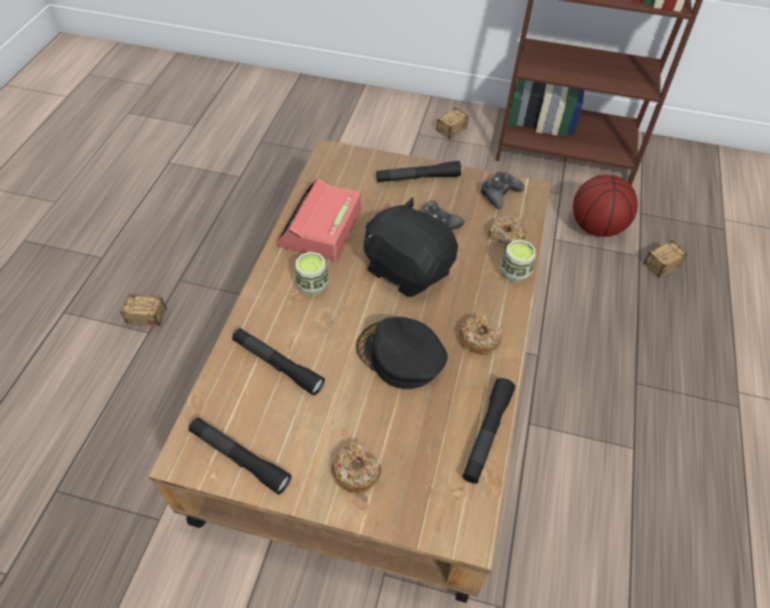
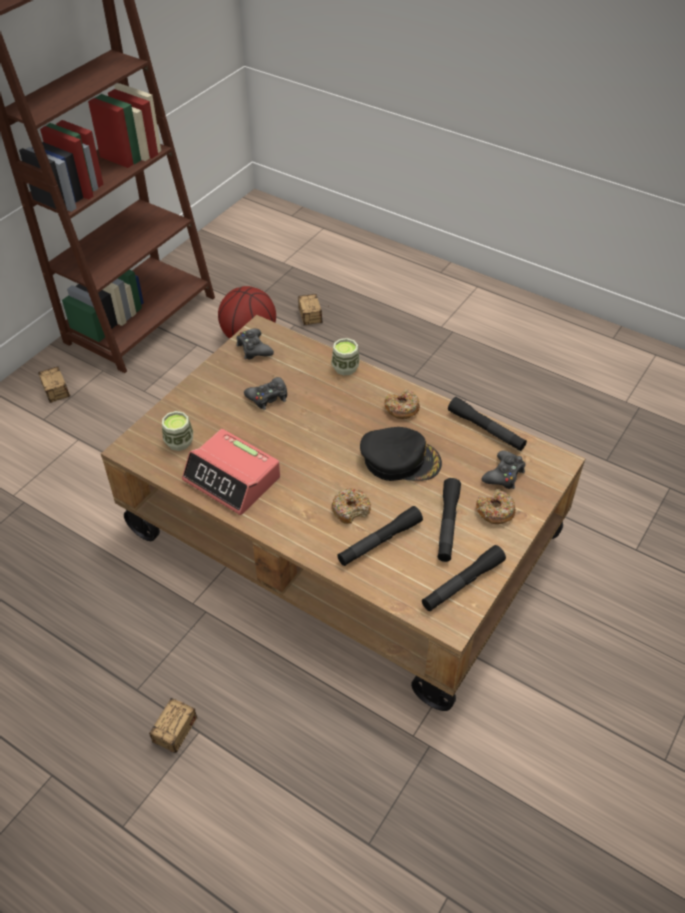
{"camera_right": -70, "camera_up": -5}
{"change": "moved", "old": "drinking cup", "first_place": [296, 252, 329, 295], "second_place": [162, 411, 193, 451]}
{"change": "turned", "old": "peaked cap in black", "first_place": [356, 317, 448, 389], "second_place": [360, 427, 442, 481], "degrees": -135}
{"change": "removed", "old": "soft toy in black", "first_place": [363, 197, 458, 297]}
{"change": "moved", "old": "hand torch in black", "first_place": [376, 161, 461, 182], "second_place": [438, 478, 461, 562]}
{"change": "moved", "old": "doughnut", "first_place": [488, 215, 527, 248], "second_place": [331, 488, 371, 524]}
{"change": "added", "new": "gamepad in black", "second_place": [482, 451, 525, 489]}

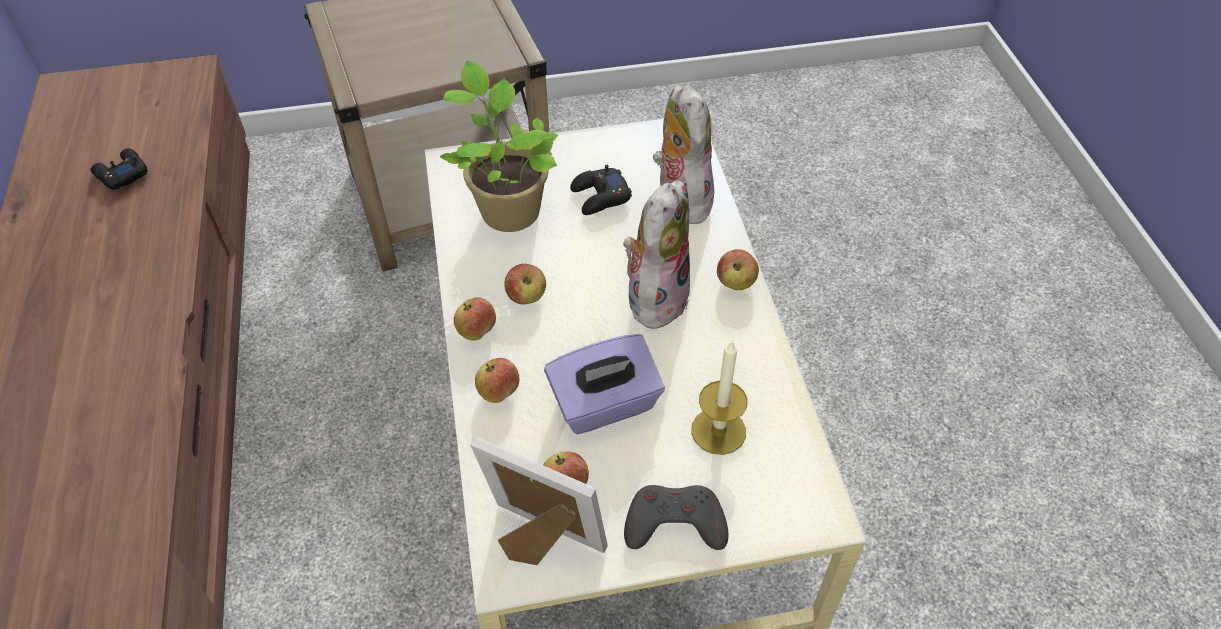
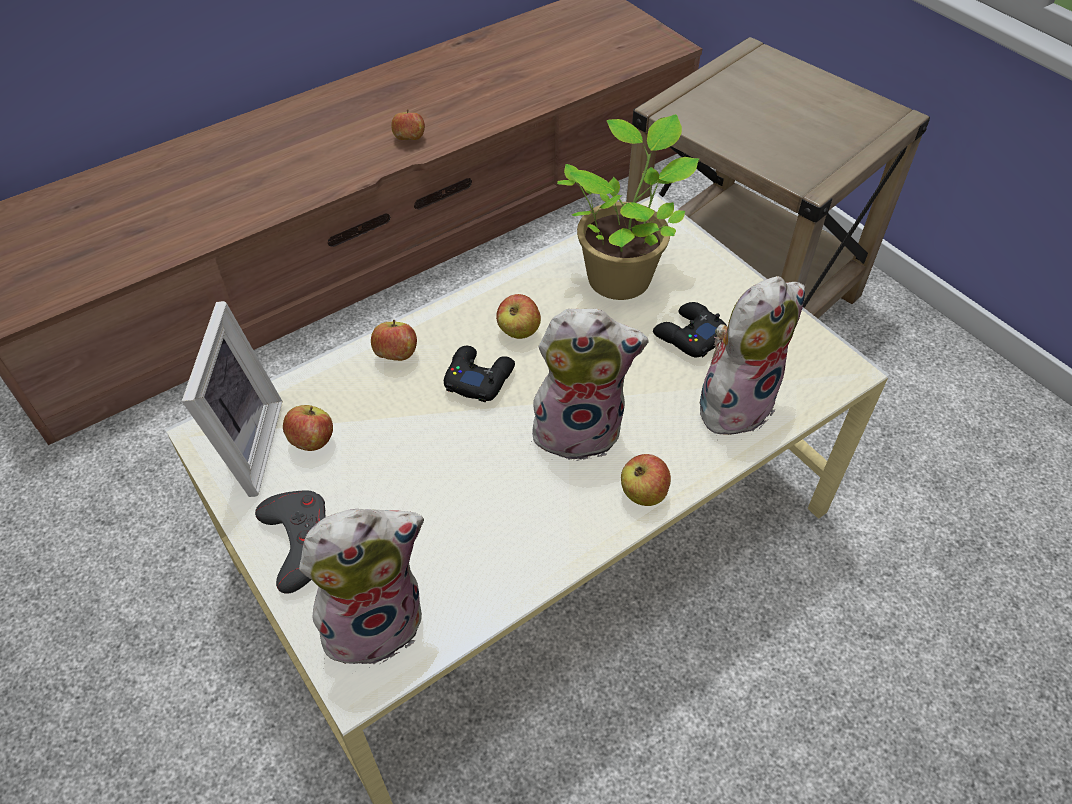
{"camera_right": 65, "camera_up": 0}
{"change": "moved", "old": "gamepad in black", "first_place": [91, 148, 147, 190], "second_place": [444, 346, 515, 402]}
{"change": "moved", "old": "apple fruit", "first_place": [454, 297, 496, 341], "second_place": [391, 109, 425, 140]}
{"change": "removed", "old": "tissue box in purplish", "first_place": [544, 334, 665, 434]}
{"change": "removed", "old": "candle", "first_place": [691, 339, 748, 455]}
{"change": "added", "new": "soft toy", "second_place": [299, 509, 424, 672]}

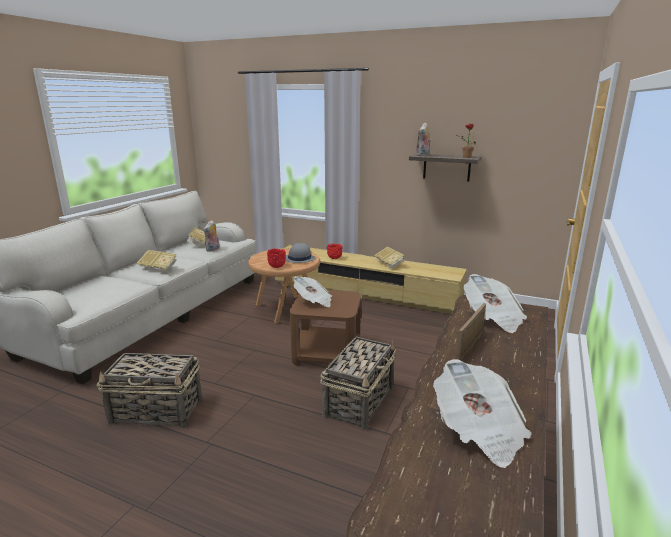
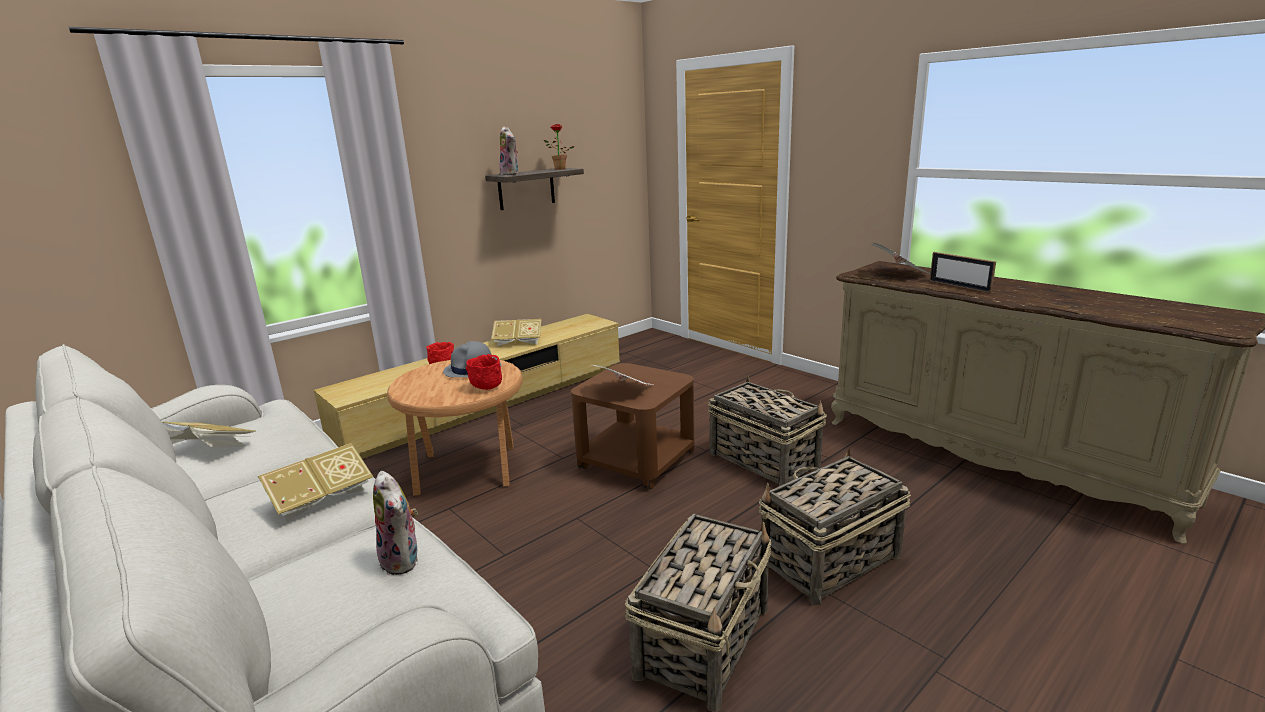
{"camera_right": -65, "camera_up": 0}
{"change": "moved", "old": "soft toy", "first_place": [203, 220, 220, 252], "second_place": [373, 471, 418, 575]}
{"change": "removed", "old": "printed paper", "first_place": [433, 359, 532, 468]}
{"change": "added", "new": "storage basket", "second_place": [759, 449, 911, 605]}

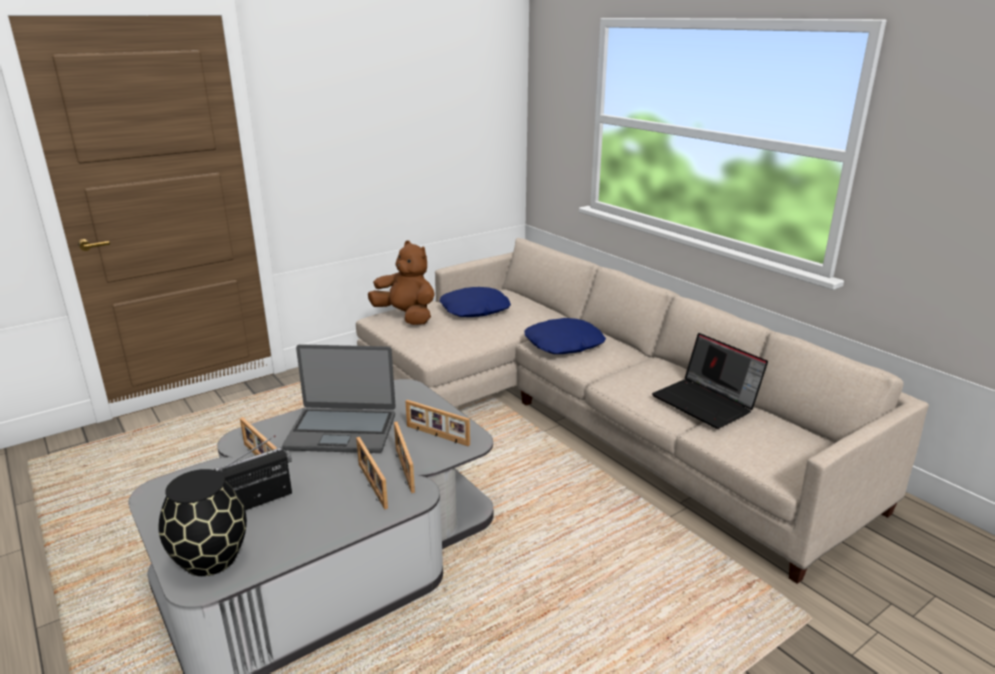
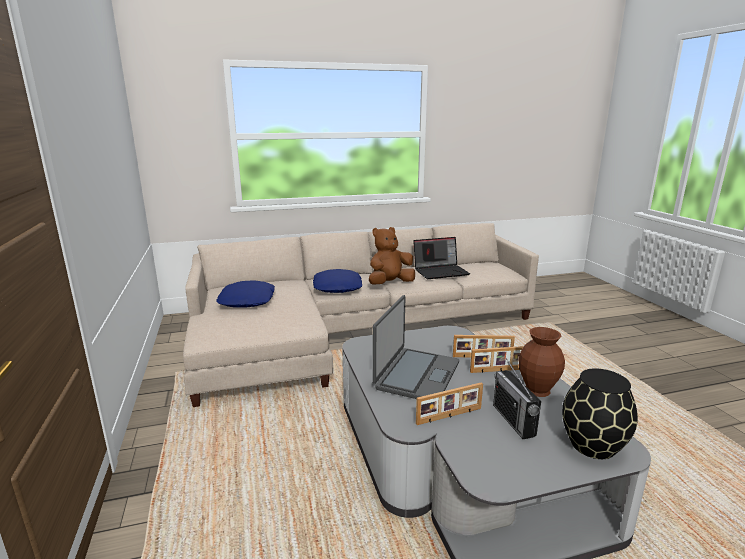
{"camera_right": -70, "camera_up": -5}
{"change": "moved", "old": "soft toy in brown", "first_place": [368, 240, 435, 325], "second_place": [369, 227, 415, 285]}
{"change": "removed", "old": "standing frame", "first_place": [406, 400, 470, 447]}
{"change": "added", "new": "decorative vase in brown", "second_place": [519, 327, 565, 397]}

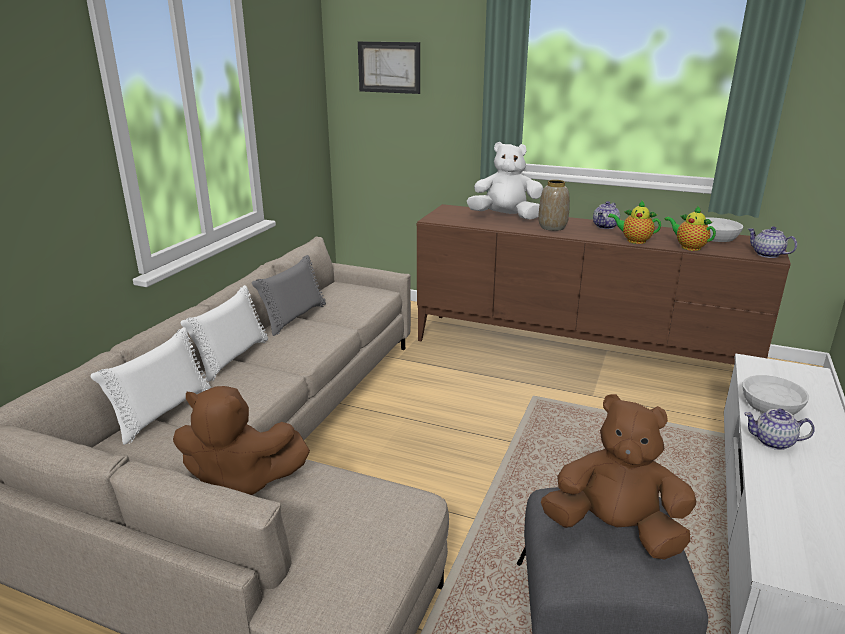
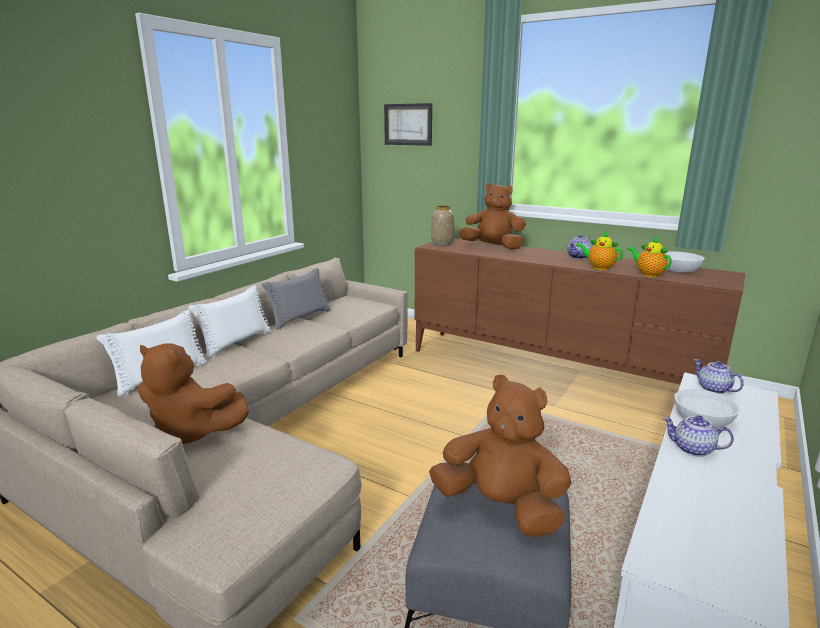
{"camera_right": 10, "camera_up": -5}
{"change": "recoloured", "old": "soft toy in white", "new": "soft toy in brown", "first_place": [467, 142, 543, 220], "second_place": [459, 183, 526, 250]}
{"change": "moved", "old": "decorative vase", "first_place": [538, 180, 570, 231], "second_place": [431, 205, 454, 245]}
{"change": "moved", "old": "pot for tea", "first_place": [748, 226, 797, 258], "second_place": [694, 359, 744, 394]}

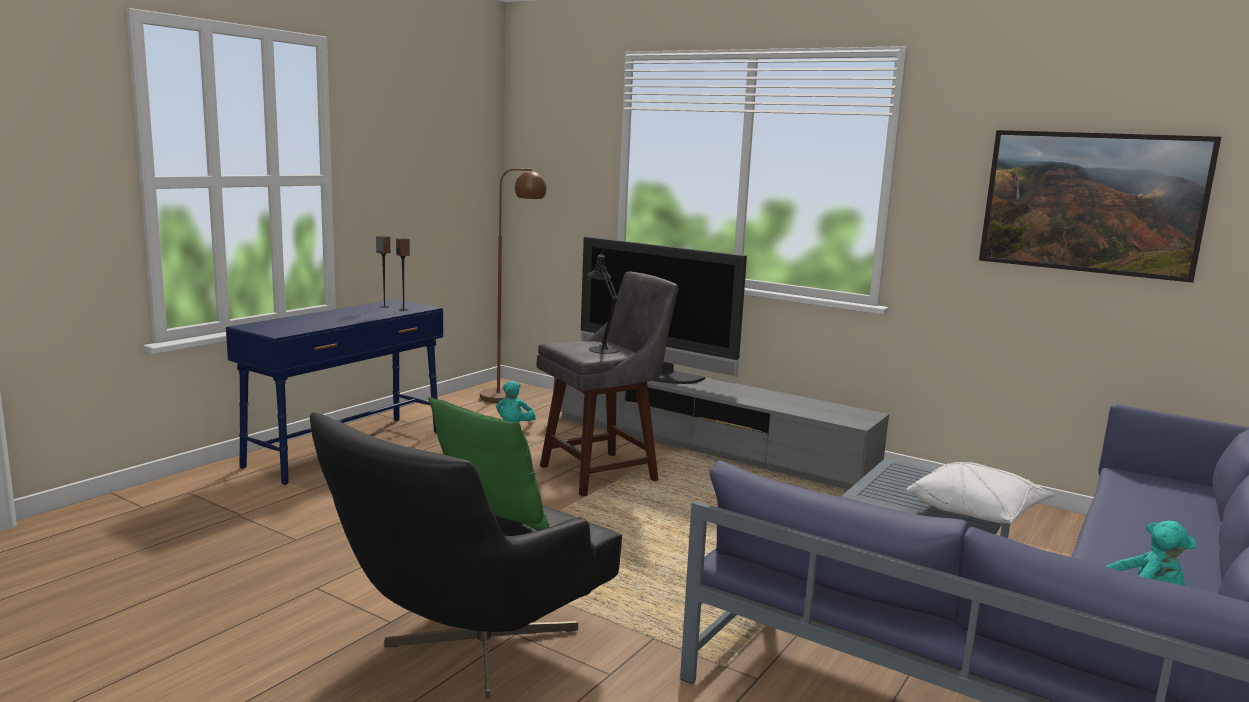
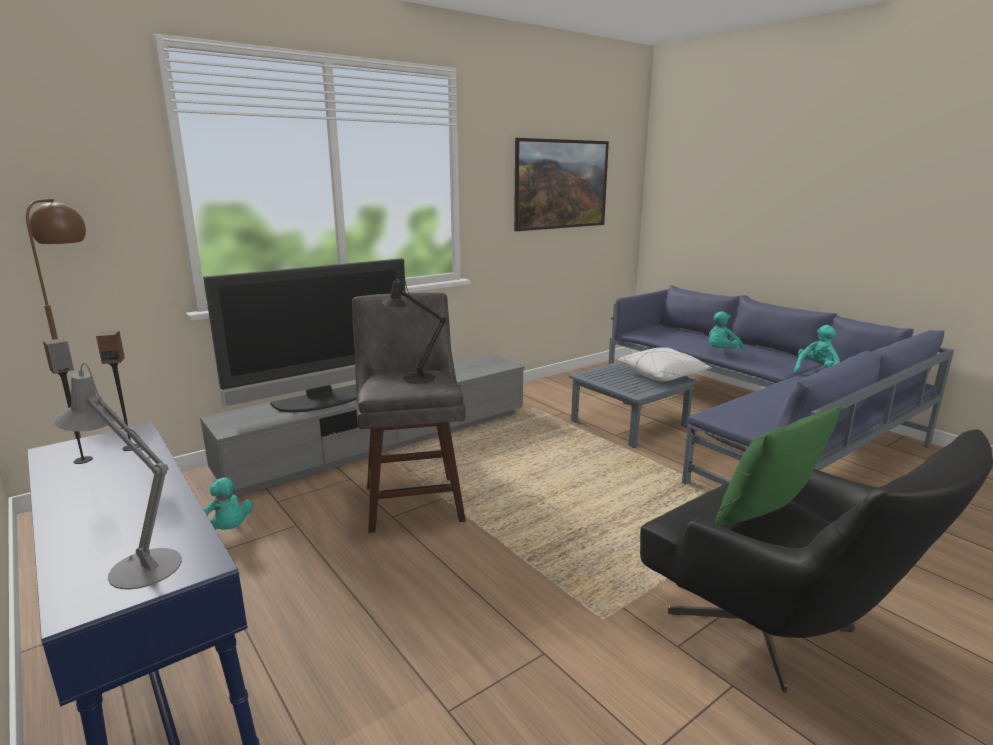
{"camera_right": -70, "camera_up": 5}
{"change": "added", "new": "lamp for a table in grey", "second_place": [54, 363, 182, 589]}
{"change": "added", "new": "soft toy in turquoise-coloured", "second_place": [709, 311, 744, 350]}

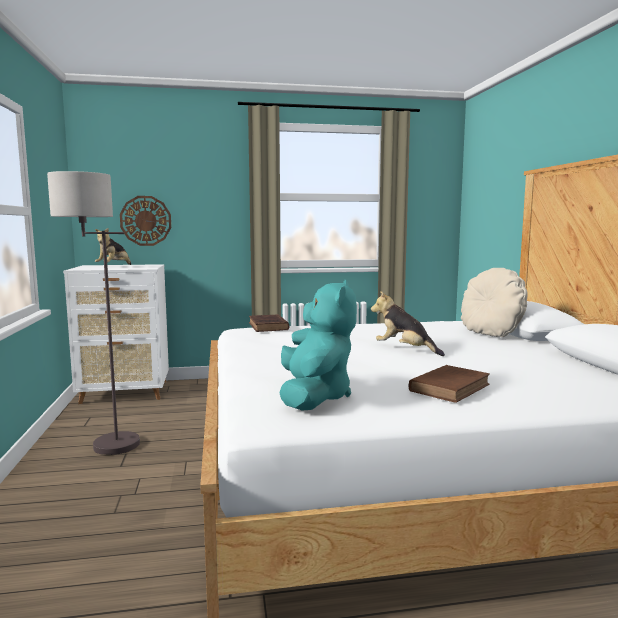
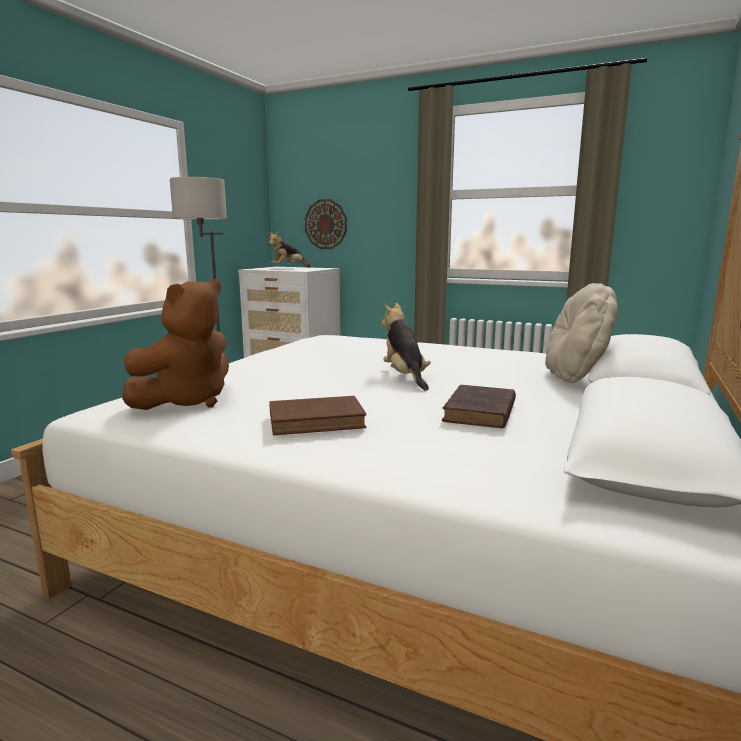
{"camera_right": 35, "camera_up": 5}
{"change": "moved", "old": "book in brown", "first_place": [249, 314, 289, 332], "second_place": [442, 385, 516, 429]}
{"change": "recoloured", "old": "soft toy in turquoise-coloured", "new": "soft toy in brown", "first_place": [279, 280, 357, 410], "second_place": [122, 279, 229, 410]}

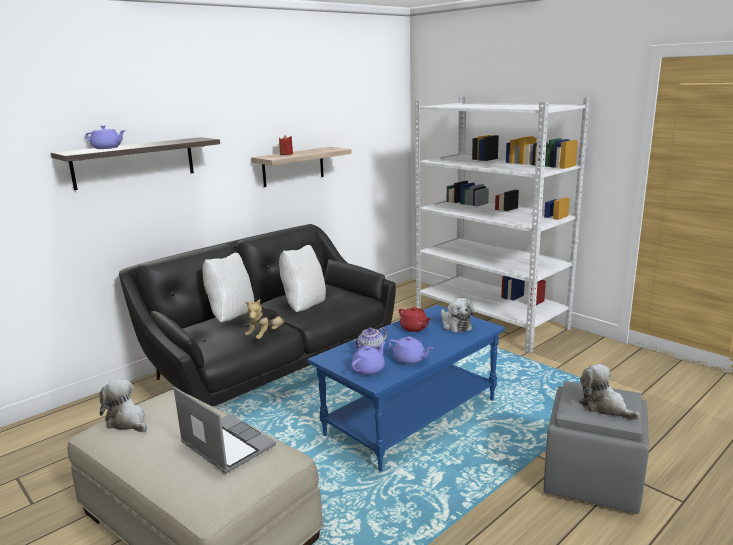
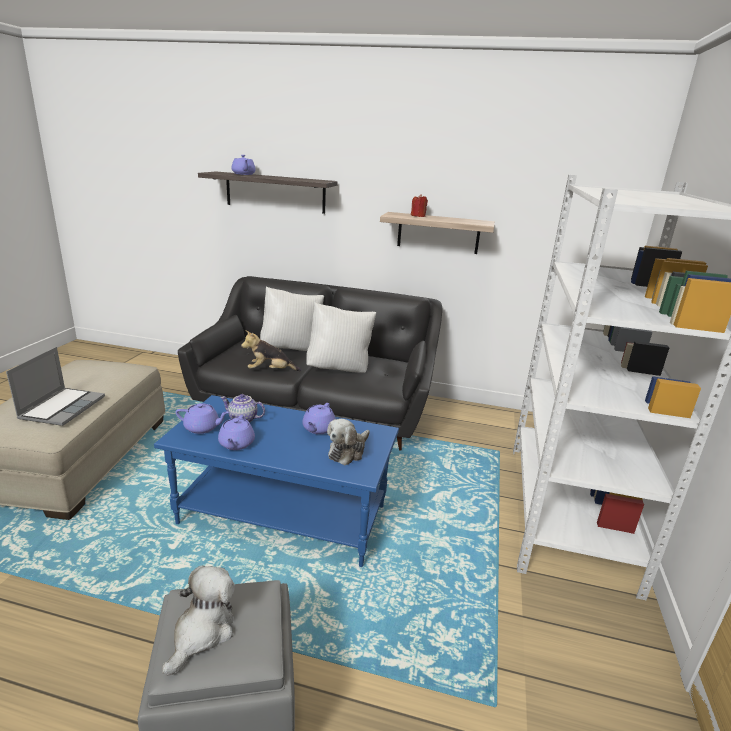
{"camera_right": 55, "camera_up": 5}
{"change": "removed", "old": "soft toy", "first_place": [100, 379, 147, 432]}
{"change": "recoloured", "old": "pot for tea in reddish", "new": "pot for tea in purplish", "first_place": [399, 307, 432, 332], "second_place": [302, 403, 336, 434]}

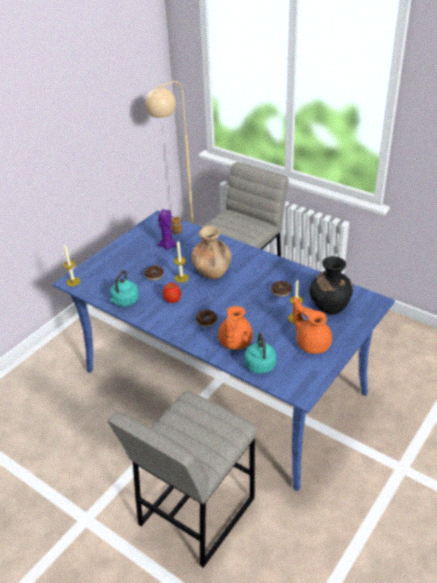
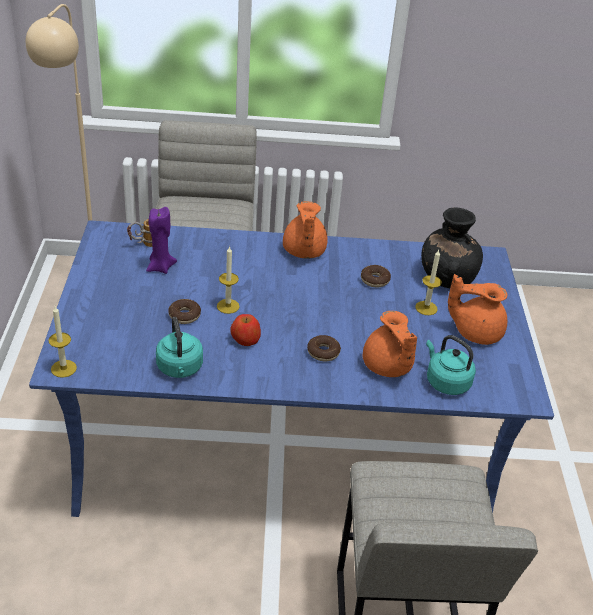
{"camera_right": -40, "camera_up": 0}
{"change": "removed", "old": "decorative vase in brown", "first_place": [191, 225, 232, 279]}
{"change": "added", "new": "pot for tea in orange-coloured", "second_place": [283, 201, 327, 259]}

